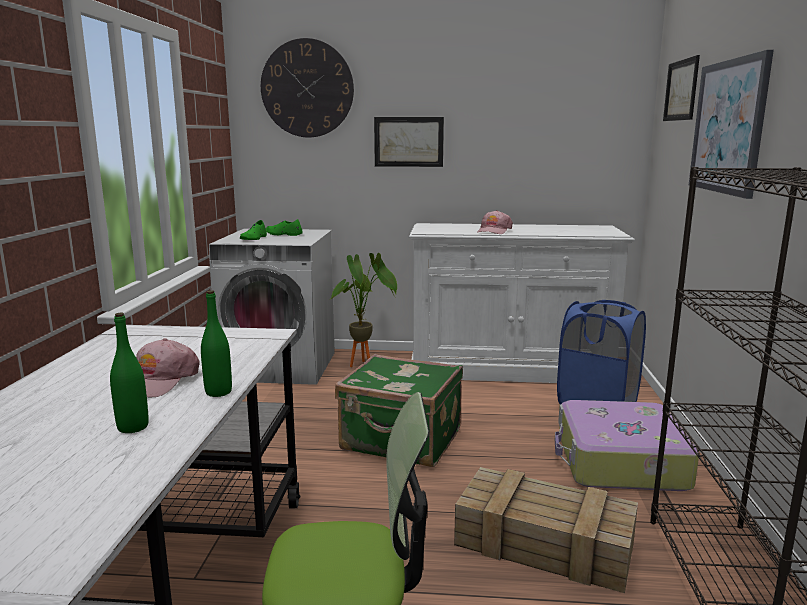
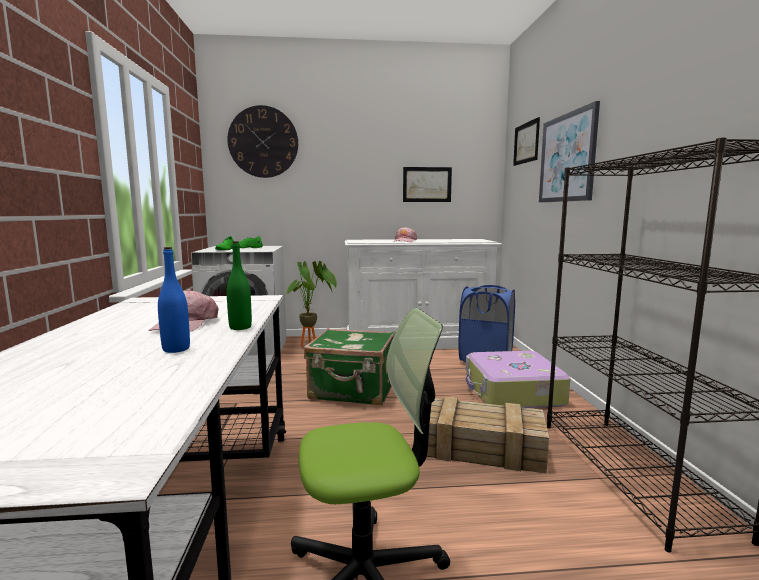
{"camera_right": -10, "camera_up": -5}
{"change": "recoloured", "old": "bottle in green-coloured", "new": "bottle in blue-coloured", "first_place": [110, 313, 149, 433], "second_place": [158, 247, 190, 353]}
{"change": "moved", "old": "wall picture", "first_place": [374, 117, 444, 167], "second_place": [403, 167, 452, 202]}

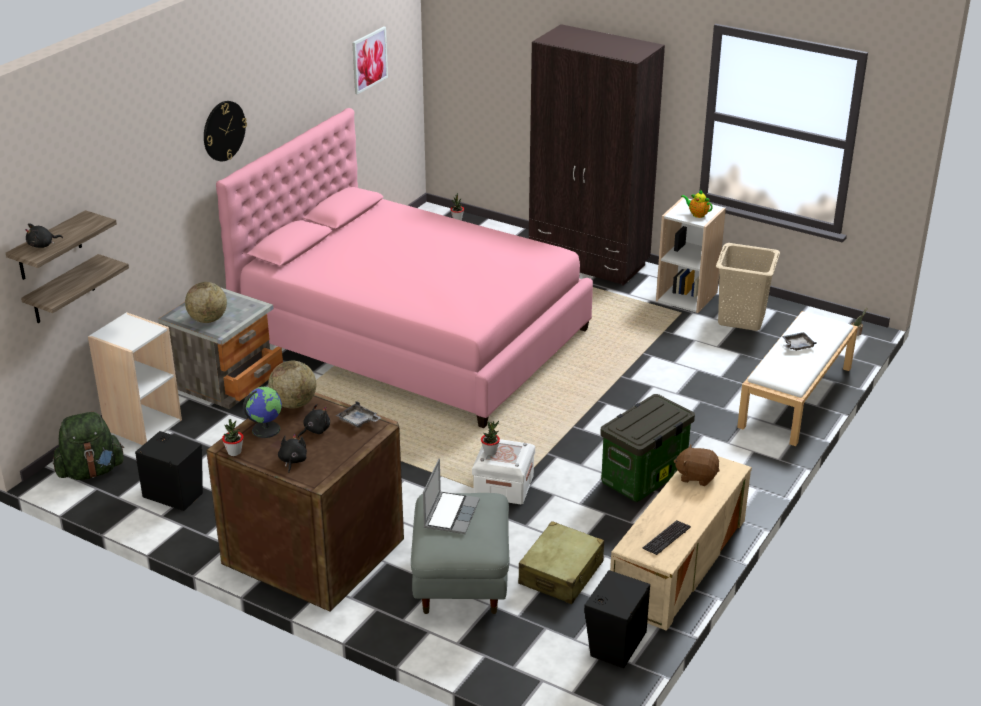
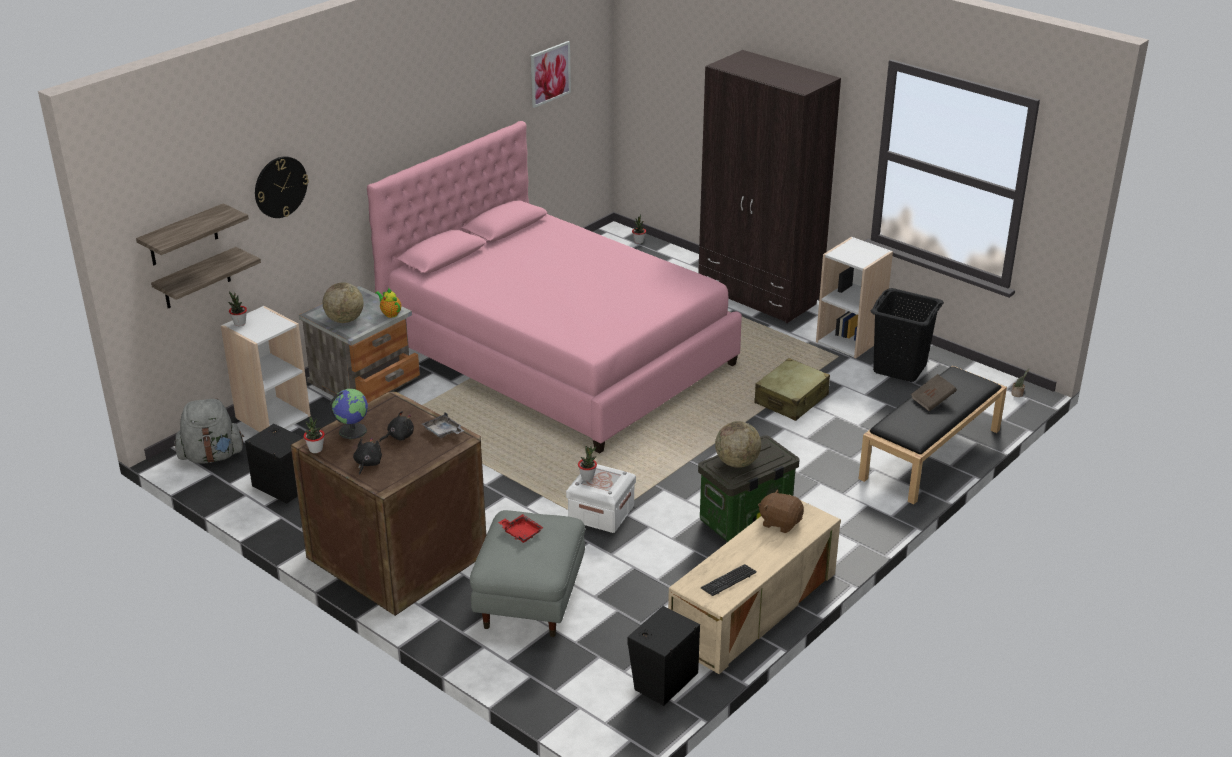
{"camera_right": 10, "camera_up": 0}
{"change": "removed", "old": "soft toy in black", "first_place": [25, 223, 63, 248]}
{"change": "recoloured", "old": "knapsack in green-coloured", "new": "knapsack in grey", "first_place": [53, 412, 124, 480], "second_place": [174, 399, 244, 464]}
{"change": "moved", "old": "wall clock", "first_place": [204, 101, 247, 161], "second_place": [255, 156, 309, 218]}
{"change": "moved", "old": "globe", "first_place": [268, 361, 316, 409], "second_place": [715, 421, 761, 468]}
{"change": "replaced", "old": "notebook computer", "new": "tray in reddish", "first_place": [423, 458, 480, 534], "second_place": [498, 514, 543, 543]}
{"change": "moved", "old": "travel case in sand-coloured", "first_place": [518, 521, 604, 604], "second_place": [754, 358, 830, 421]}
{"change": "moved", "old": "pot for tea", "first_place": [681, 189, 713, 218], "second_place": [375, 289, 401, 318]}
{"change": "recoloured", "old": "laundry basket in sand-coloured", "new": "laundry basket in black", "first_place": [716, 243, 780, 331], "second_place": [871, 288, 944, 382]}
{"change": "recoloured", "old": "bench in white", "new": "bench in black", "first_place": [737, 311, 858, 446], "second_place": [859, 366, 1007, 504]}
{"change": "replaced", "old": "tray in grey", "new": "book in brown", "first_place": [782, 332, 817, 351], "second_place": [911, 374, 957, 412]}
{"change": "added", "new": "plant in a pot", "second_place": [228, 291, 247, 326]}

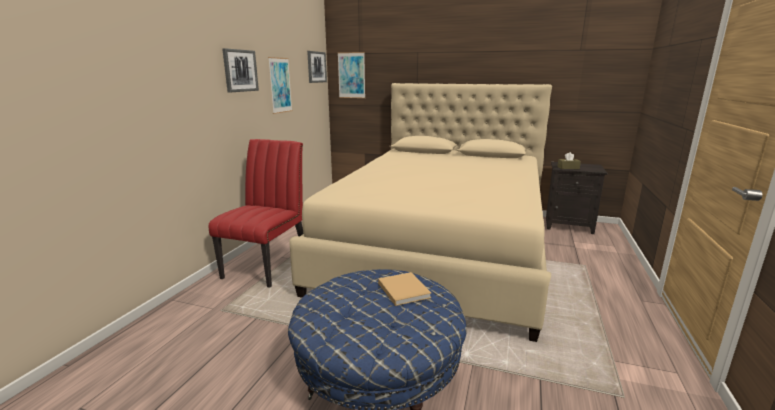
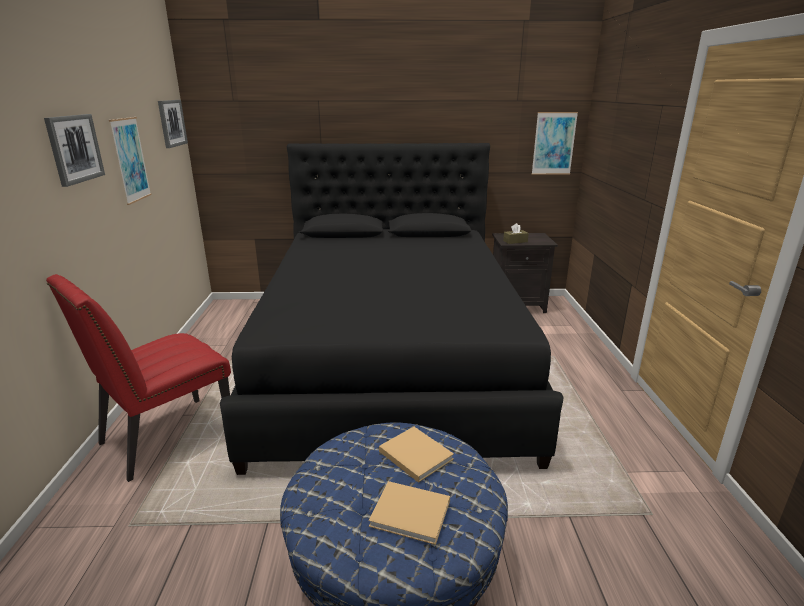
{"camera_right": -20, "camera_up": 5}
{"change": "turned", "old": "chair in reddish", "first_place": [209, 139, 304, 288], "second_place": [46, 274, 231, 482], "degrees": -135}
{"change": "recoloured", "old": "bedroom bed in sand-coloured", "new": "bedroom bed in black", "first_place": [289, 83, 552, 342], "second_place": [220, 143, 563, 475]}
{"change": "moved", "old": "wall picture", "first_place": [338, 52, 365, 98], "second_place": [532, 112, 578, 175]}
{"change": "added", "new": "book in sand-coloured", "second_place": [369, 481, 450, 545]}

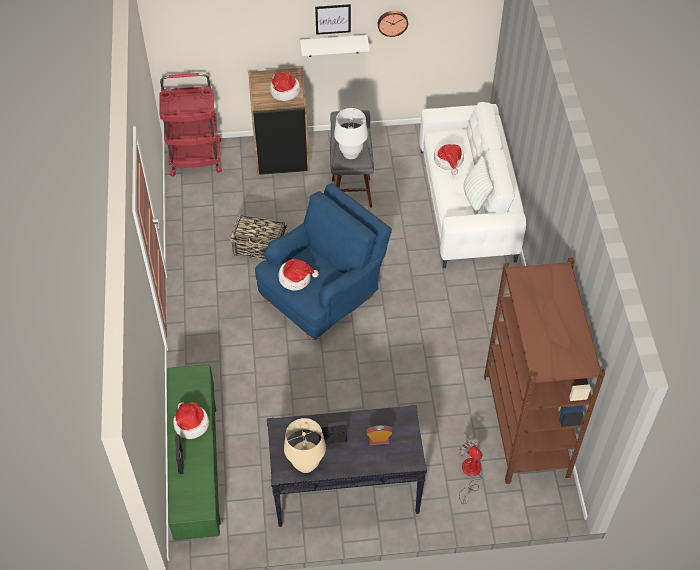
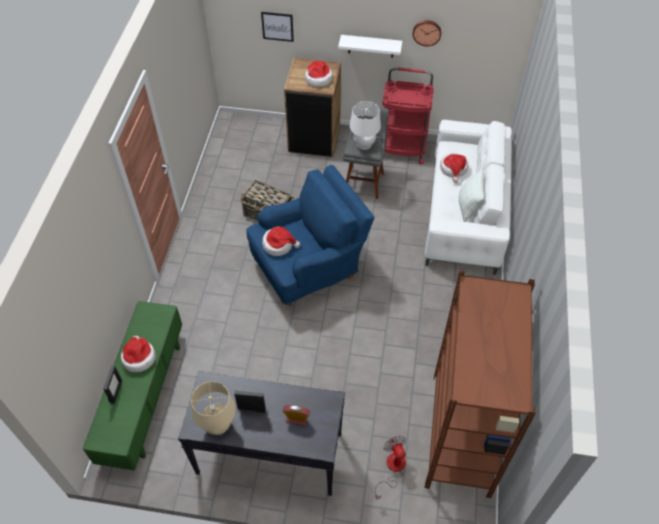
{"camera_right": 15, "camera_up": 0}
{"change": "moved", "old": "wheeled cart in reddish", "first_place": [159, 73, 222, 176], "second_place": [382, 67, 434, 165]}
{"change": "moved", "old": "wall picture", "first_place": [315, 4, 351, 35], "second_place": [261, 12, 294, 42]}

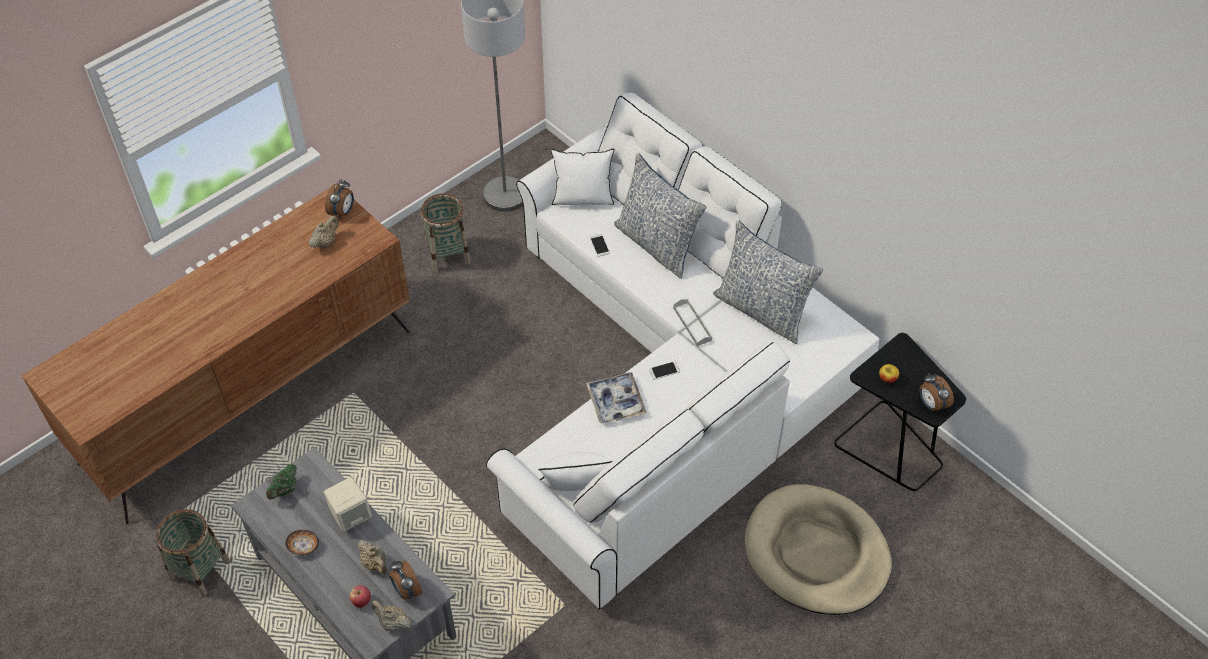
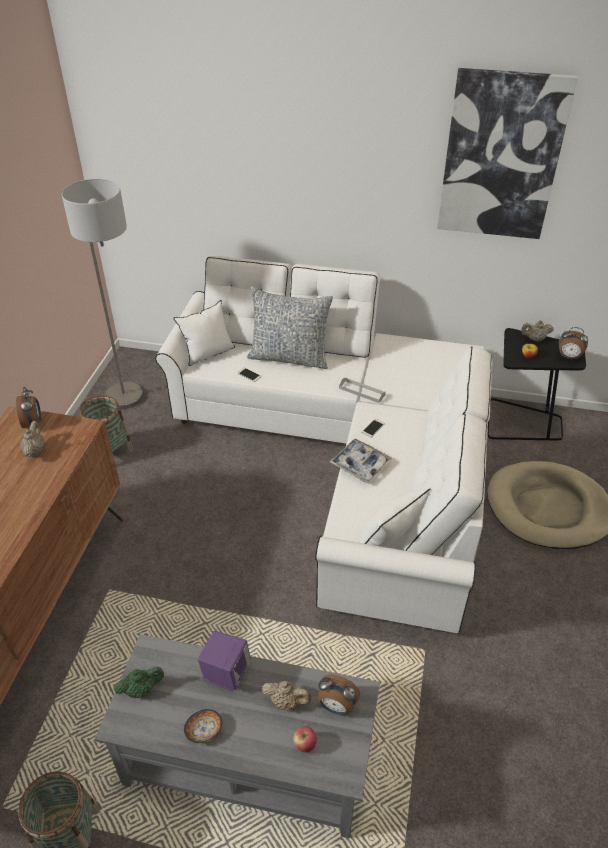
{"camera_right": -35, "camera_up": -10}
{"change": "turned", "old": "pot for tea in green-coloured", "first_place": [266, 464, 297, 500], "second_place": [113, 667, 164, 698], "degrees": -105}
{"change": "recoloured", "old": "speaker in sand-coloured", "new": "speaker in purplish", "first_place": [324, 477, 372, 532], "second_place": [198, 631, 251, 691]}
{"change": "moved", "old": "pot for tea in sand-coloured", "first_place": [371, 600, 412, 632], "second_place": [521, 320, 554, 341]}
{"change": "removed", "old": "pillow", "first_place": [713, 220, 823, 344]}
{"change": "added", "new": "wall picture", "second_place": [437, 68, 578, 239]}

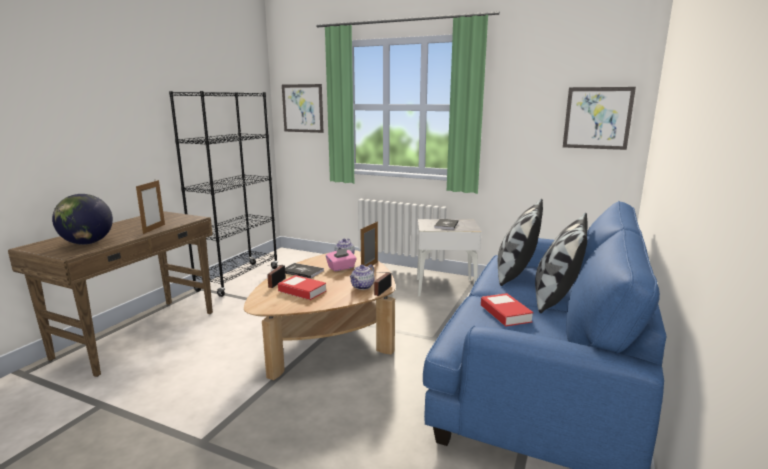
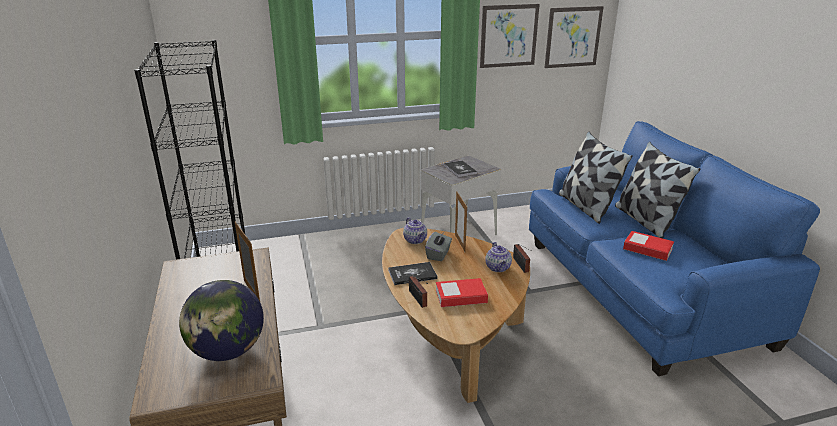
{"camera_right": -40, "camera_up": 10}
{"change": "moved", "old": "wall picture", "first_place": [282, 84, 324, 133], "second_place": [480, 4, 540, 68]}
{"change": "recoloured", "old": "tissue box in pink-coloured", "new": "tissue box in grey", "first_place": [326, 248, 357, 271], "second_place": [425, 232, 452, 261]}

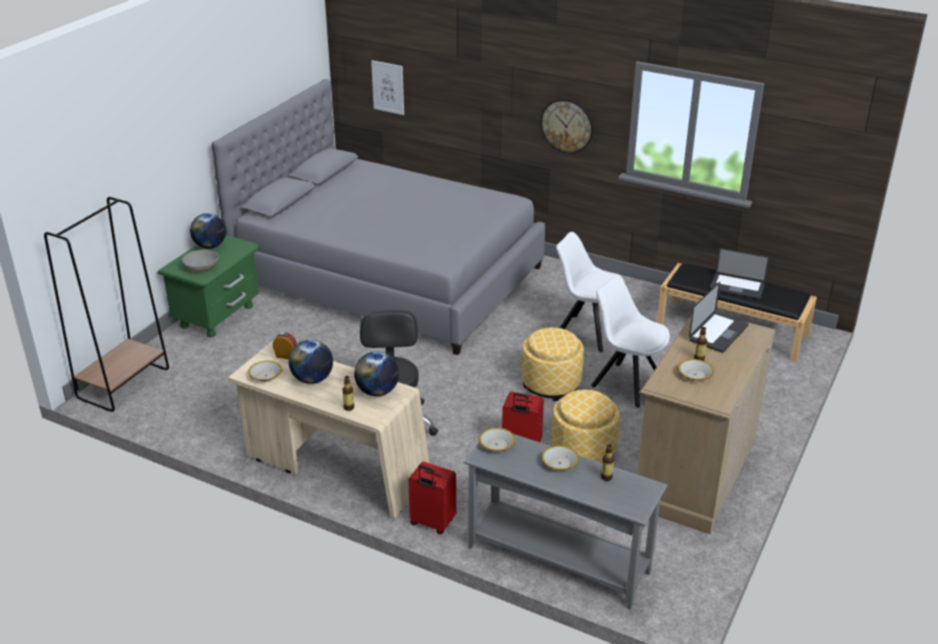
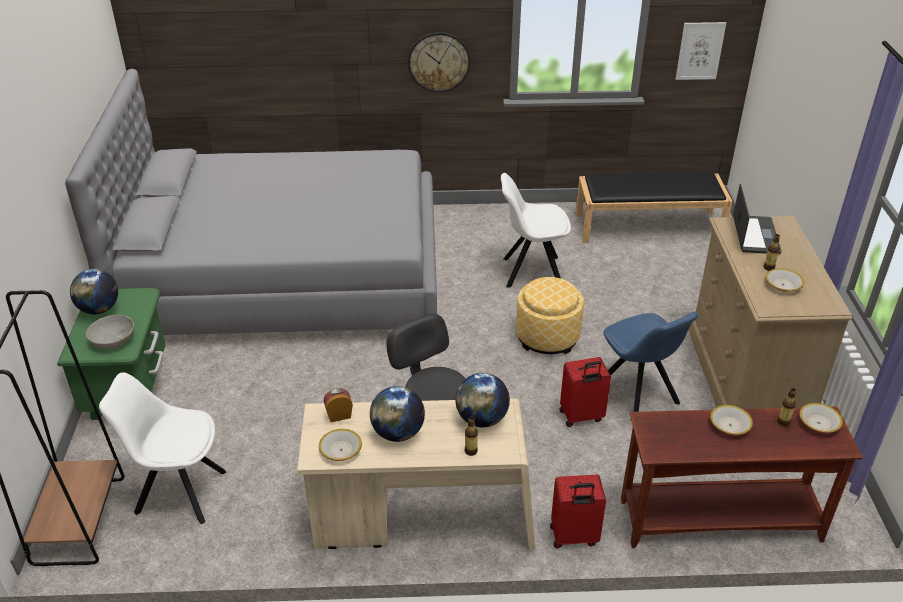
{"camera_right": -30, "camera_up": 5}
{"change": "moved", "old": "wall picture", "first_place": [371, 60, 404, 115], "second_place": [676, 22, 726, 80]}
{"change": "recoloured", "old": "console table in grey", "new": "console table in brown", "first_place": [464, 427, 668, 610], "second_place": [621, 407, 863, 548]}
{"change": "moved", "old": "serving bowl", "first_place": [479, 428, 515, 451], "second_place": [799, 403, 843, 433]}
{"change": "replaced", "old": "ottoman", "new": "chair in blue-coloured", "first_place": [552, 389, 620, 463], "second_place": [603, 312, 698, 412]}
{"change": "moved", "old": "chair in white", "first_place": [591, 276, 670, 408], "second_place": [99, 372, 227, 524]}
{"change": "removed", "old": "notebook computer", "first_place": [709, 248, 770, 299]}

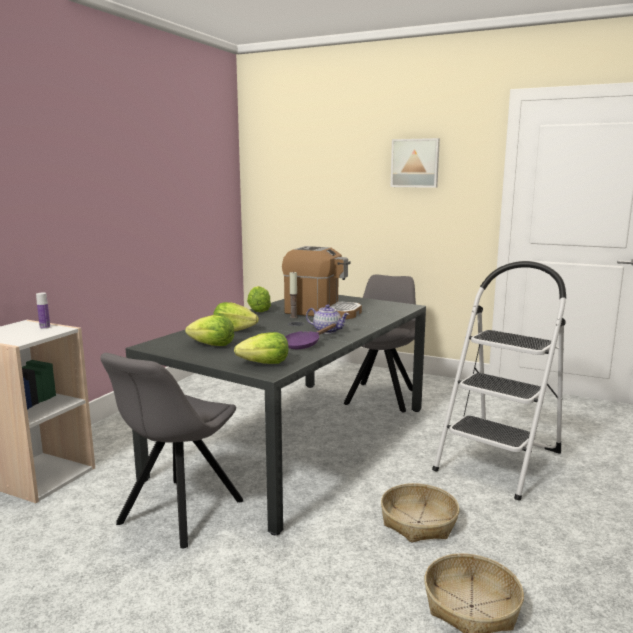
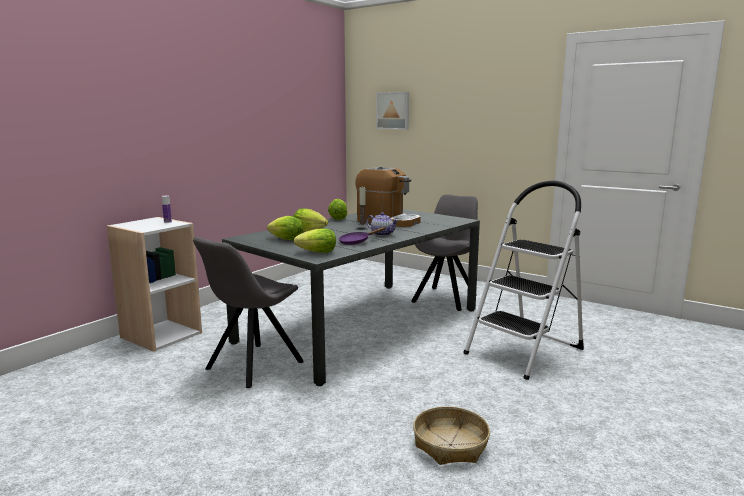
{"camera_right": 10, "camera_up": 0}
{"change": "removed", "old": "storage basket", "first_place": [381, 483, 460, 543]}
{"change": "moved", "old": "wall picture", "first_place": [391, 138, 440, 188], "second_place": [376, 92, 409, 130]}

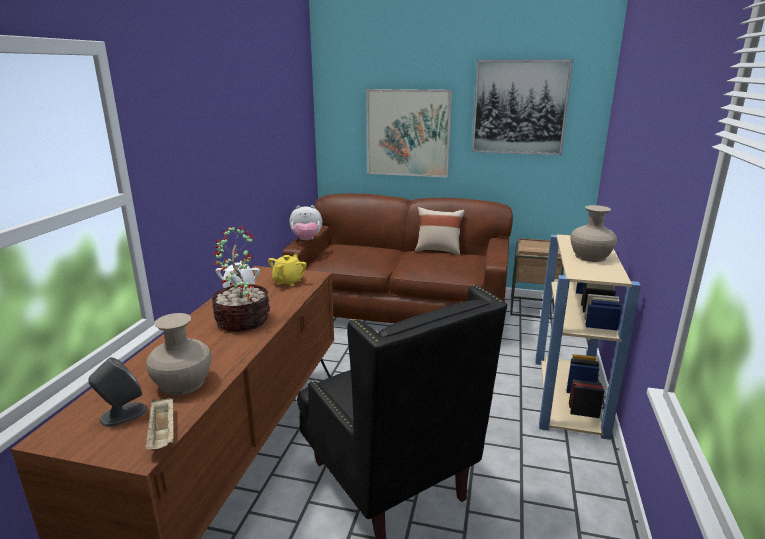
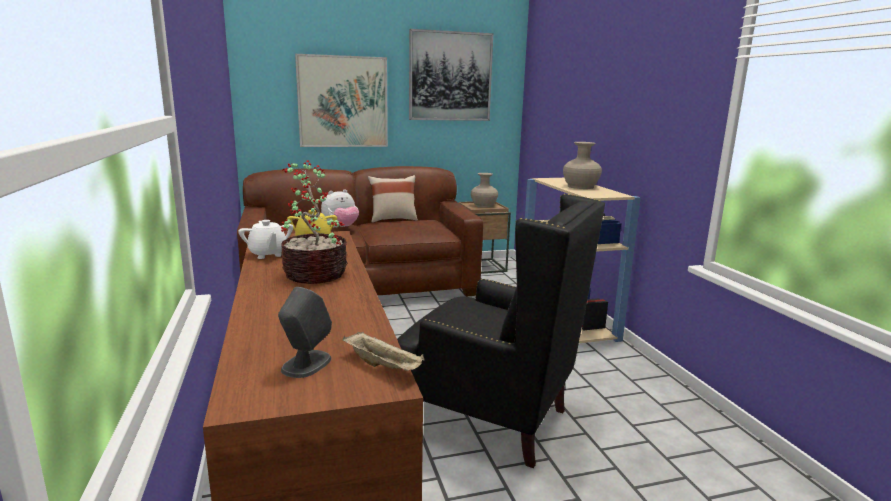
{"camera_right": -30, "camera_up": -5}
{"change": "moved", "old": "decorative vase in sand-coloured", "first_place": [146, 313, 212, 395], "second_place": [471, 173, 498, 208]}
{"change": "moved", "old": "soft toy", "first_place": [290, 205, 322, 240], "second_place": [321, 189, 359, 228]}

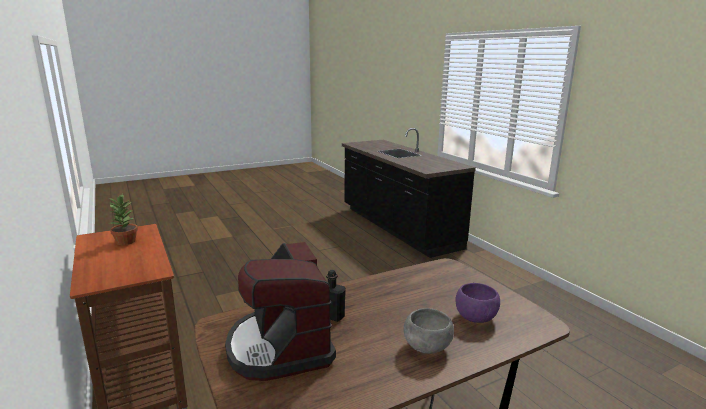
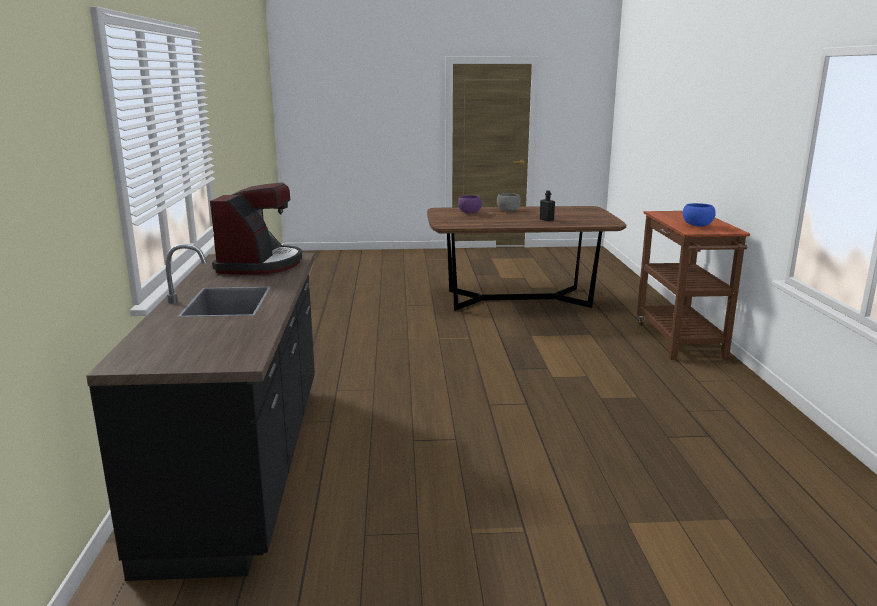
{"camera_right": -155, "camera_up": 0}
{"change": "replaced", "old": "plant in a pot", "new": "serving bowl in blue-coloured", "first_place": [109, 194, 138, 245], "second_place": [683, 203, 716, 227]}
{"change": "moved", "old": "coffee brewer", "first_place": [225, 242, 336, 381], "second_place": [210, 183, 302, 275]}

